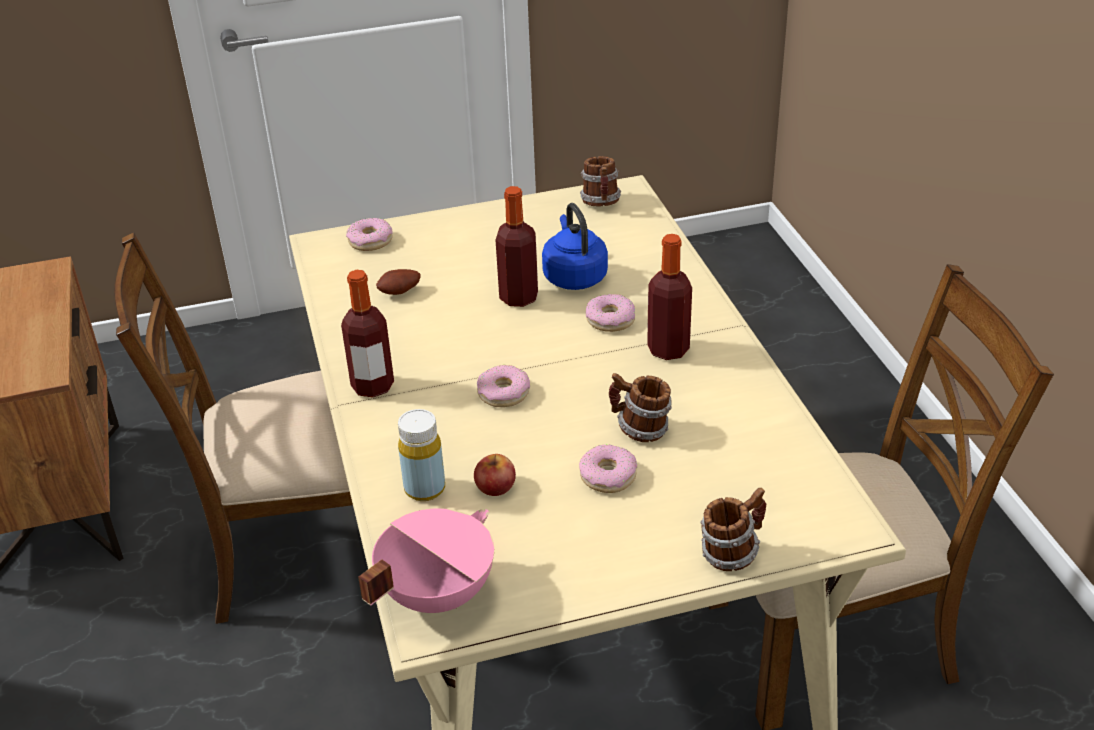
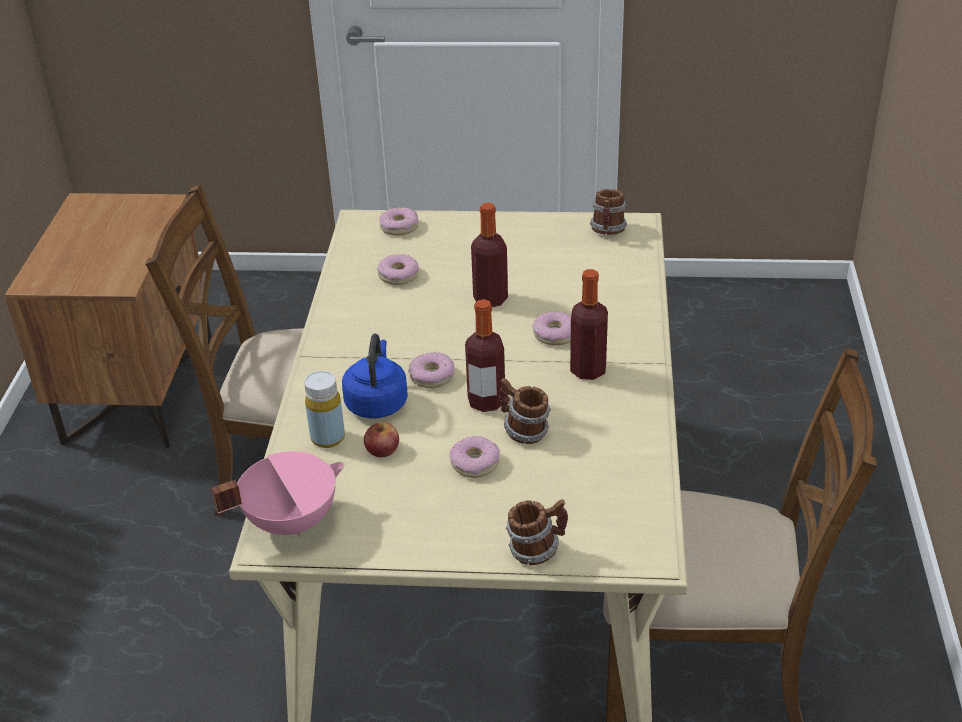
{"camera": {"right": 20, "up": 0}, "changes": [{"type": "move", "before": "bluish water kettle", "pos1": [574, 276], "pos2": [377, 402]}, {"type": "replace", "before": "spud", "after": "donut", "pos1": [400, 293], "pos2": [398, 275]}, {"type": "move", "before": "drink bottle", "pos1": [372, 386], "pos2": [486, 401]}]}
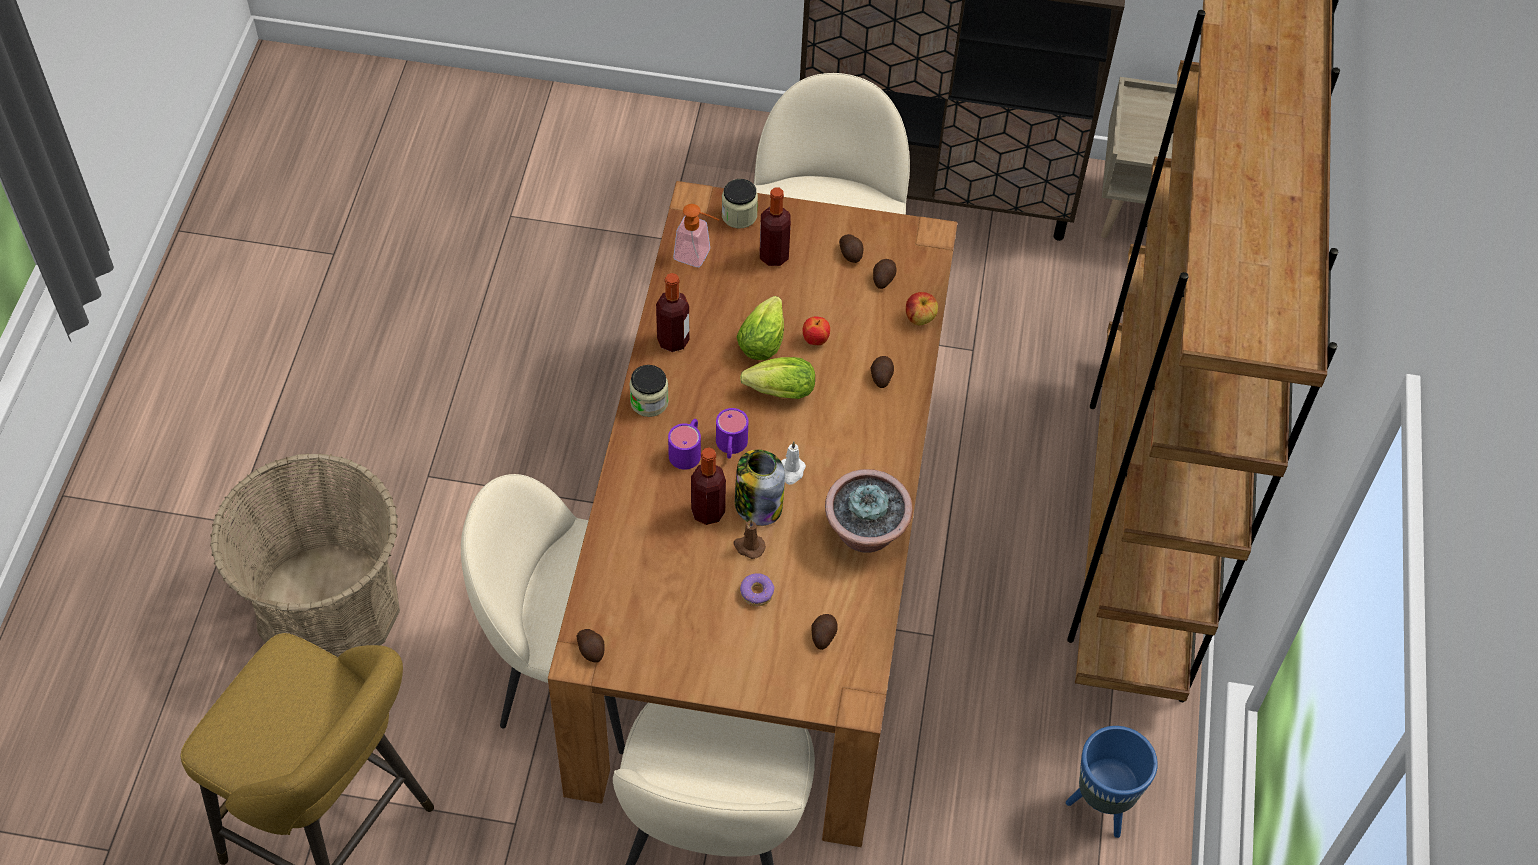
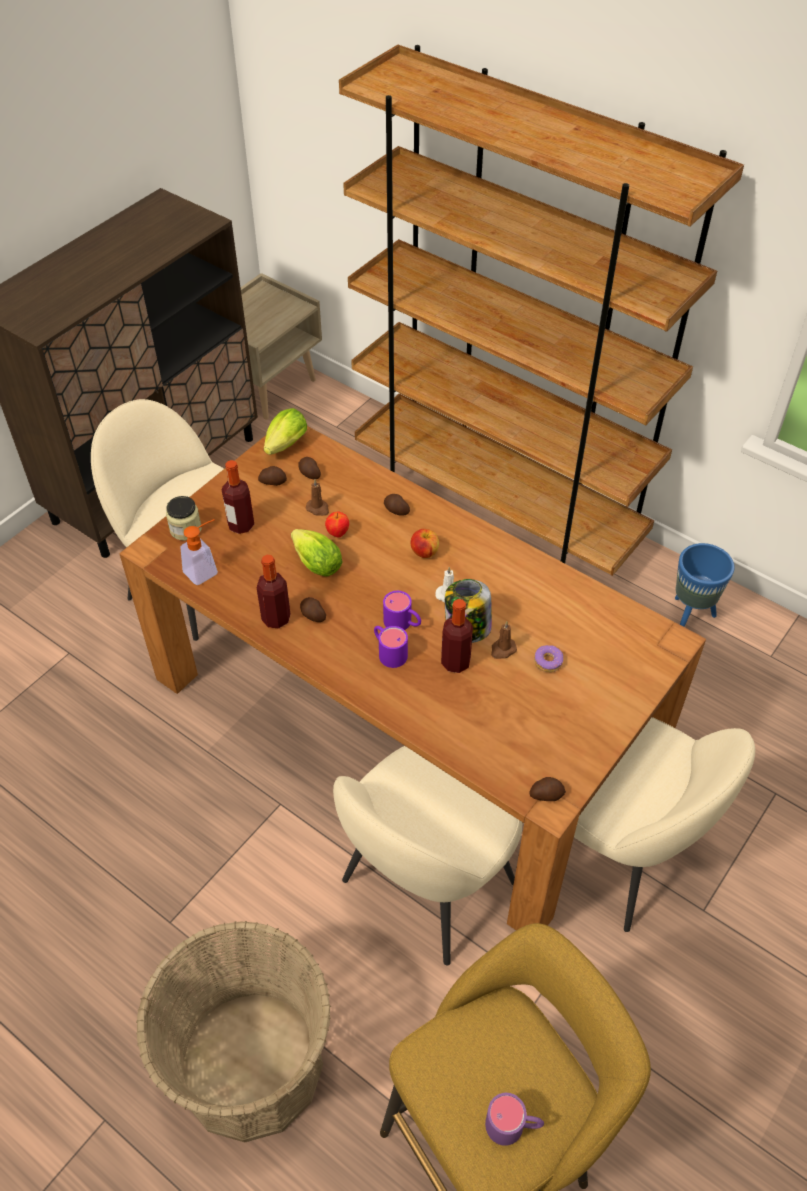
{"camera": {"right": -60, "up": -5}, "changes": [{"type": "move", "before": "whole apple", "pos1": [919, 318], "pos2": [424, 552]}, {"type": "move", "before": "lettuce head", "pos1": [776, 392], "pos2": [284, 447]}, {"type": "delete", "before": "jar", "pos1": [649, 402]}, {"type": "delete", "before": "potted plant", "pos1": [865, 534]}, {"type": "move", "before": "spud", "pos1": [823, 635], "pos2": [312, 615]}, {"type": "insert", "after": "brownish candle", "pos2": [318, 508]}, {"type": "insert", "after": "purple-coloured tea mug", "pos2": [513, 1126]}]}
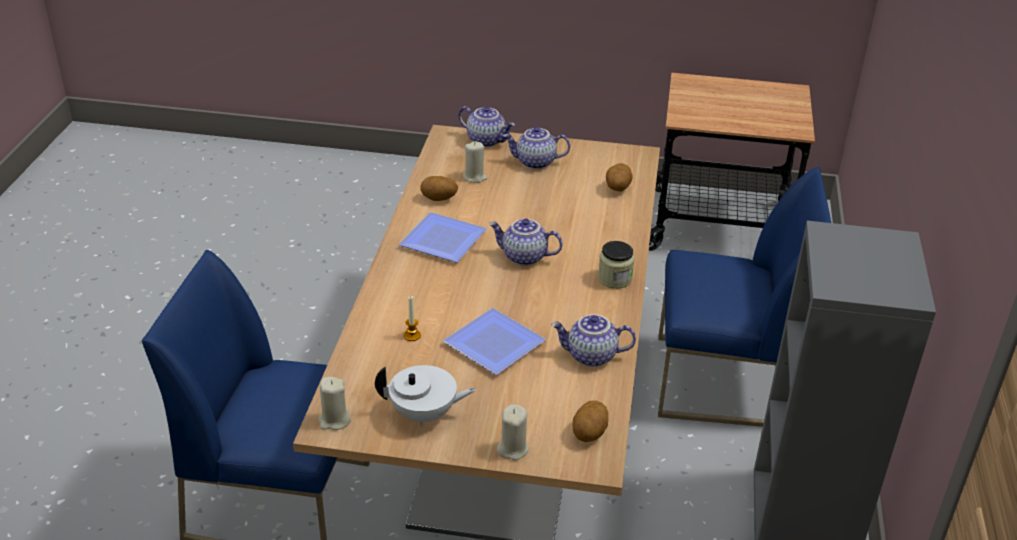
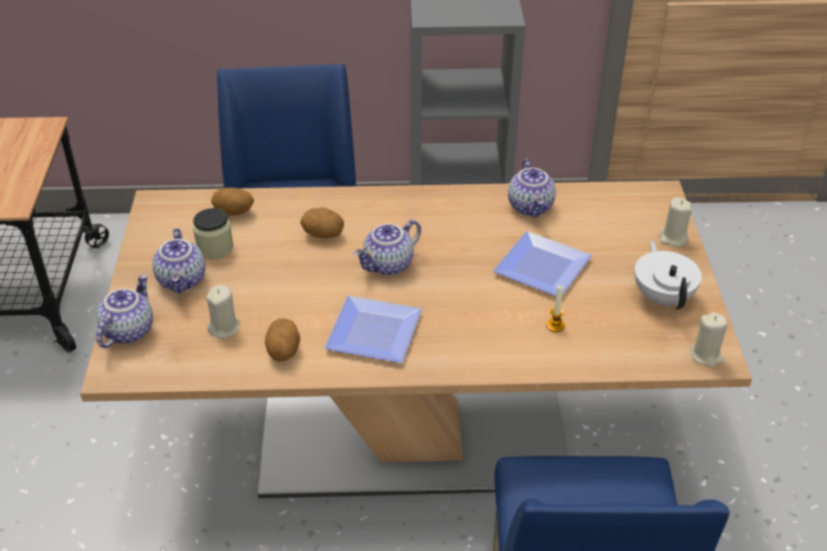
{"camera": {"right": -100, "up": 5}, "changes": [{"type": "rotate", "before": "pot for tea", "pos1": [523, 257], "pos2": [388, 266], "turn": 45}, {"type": "move", "before": "jar", "pos1": [614, 279], "pos2": [215, 248]}, {"type": "move", "before": "spud", "pos1": [590, 433], "pos2": [323, 234]}]}
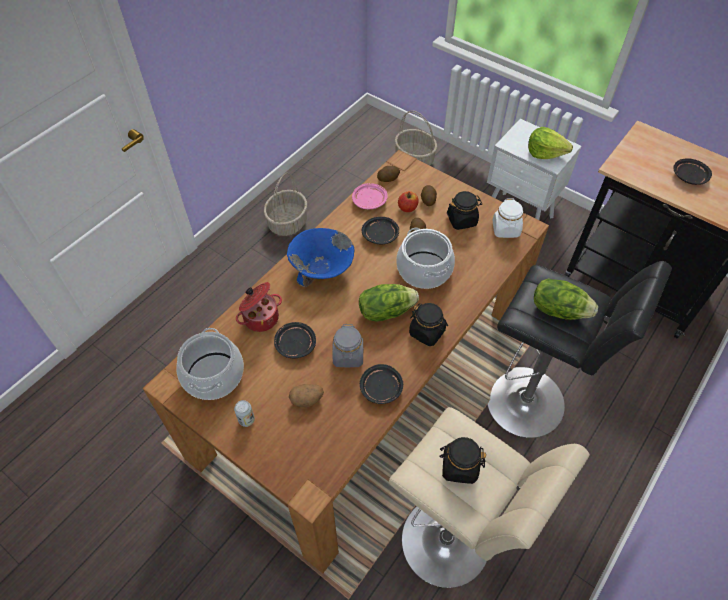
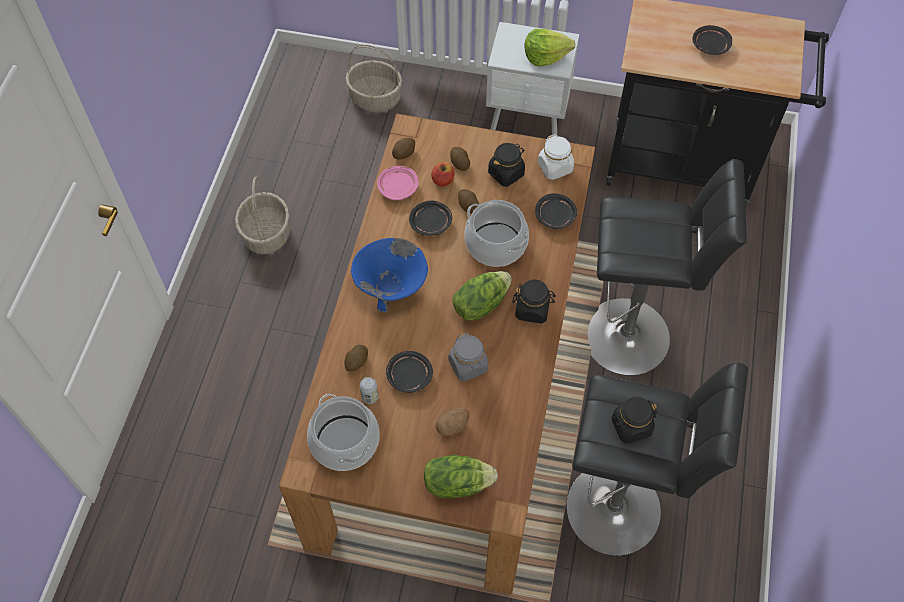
{"camera": {"right": -25, "up": 5}, "changes": [{"type": "move", "before": "lettuce head", "pos1": [558, 310], "pos2": [457, 483]}, {"type": "replace", "before": "stockpot", "after": "spud", "pos1": [260, 317], "pos2": [356, 362]}, {"type": "move", "before": "black flat dish", "pos1": [381, 388], "pos2": [555, 216]}, {"type": "move", "before": "can", "pos1": [246, 420], "pos2": [370, 397]}, {"type": "recolor", "before": "beige-coloured stool", "after": "black stool", "pos1": [451, 545], "pos2": [621, 510]}]}
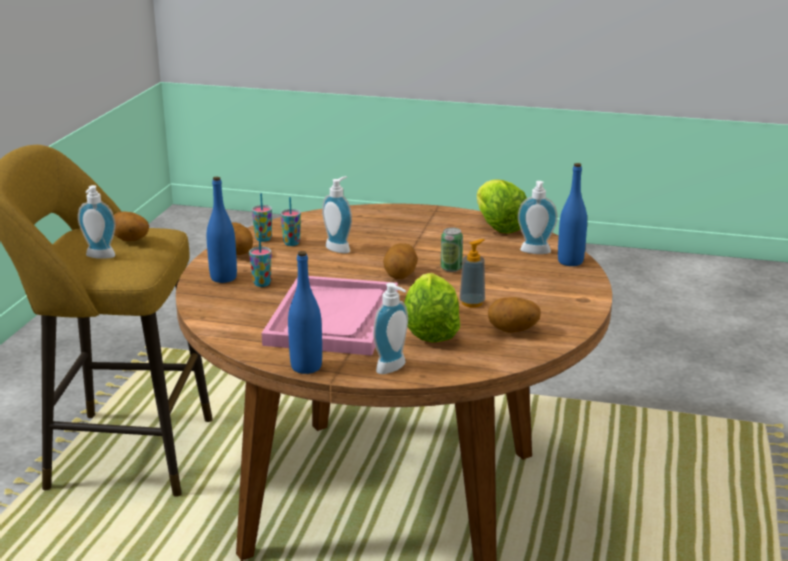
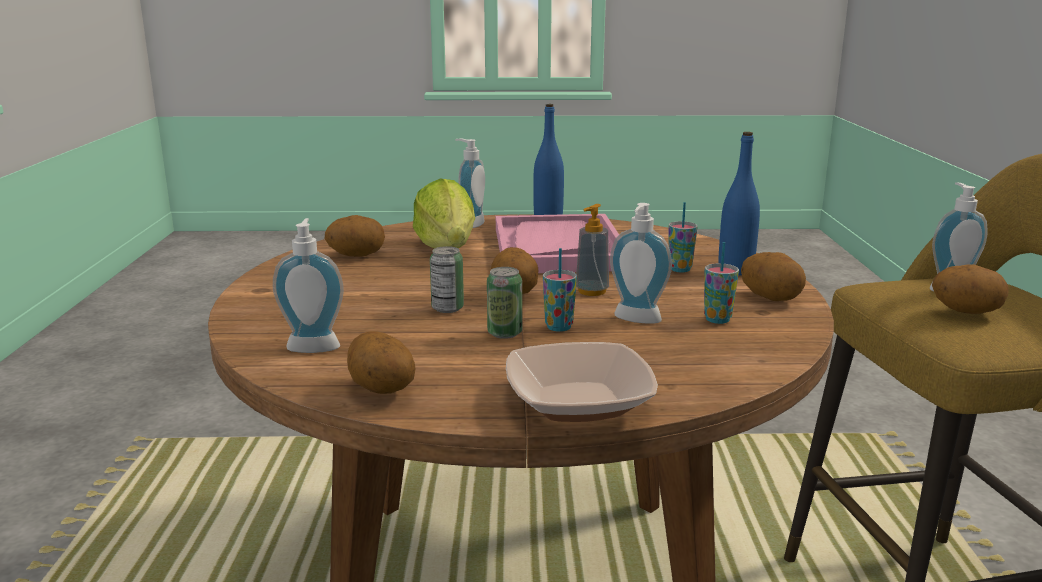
{"camera": {"right": 165, "up": -5}, "changes": [{"type": "delete", "before": "bluish drink bottle", "pos1": [570, 261]}, {"type": "replace", "before": "lettuce head", "after": "spud", "pos1": [498, 226], "pos2": [381, 391]}, {"type": "move", "before": "small cup", "pos1": [263, 239], "pos2": [559, 327]}, {"type": "move", "before": "soap dispenser", "pos1": [472, 303], "pos2": [591, 291]}, {"type": "insert", "after": "can", "pos2": [504, 333]}, {"type": "insert", "after": "deep dish", "pos2": [578, 402]}]}
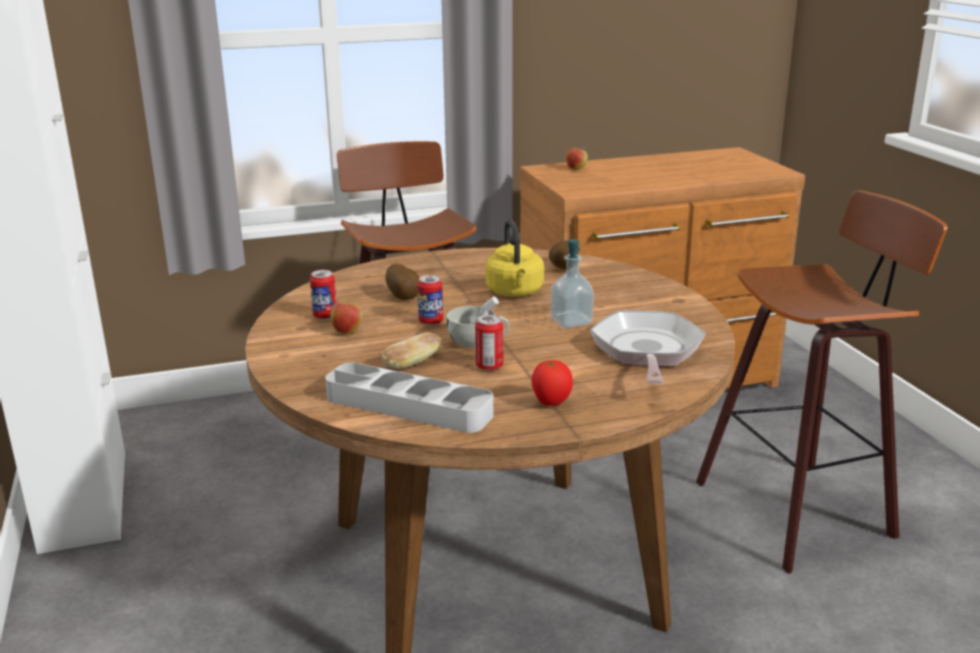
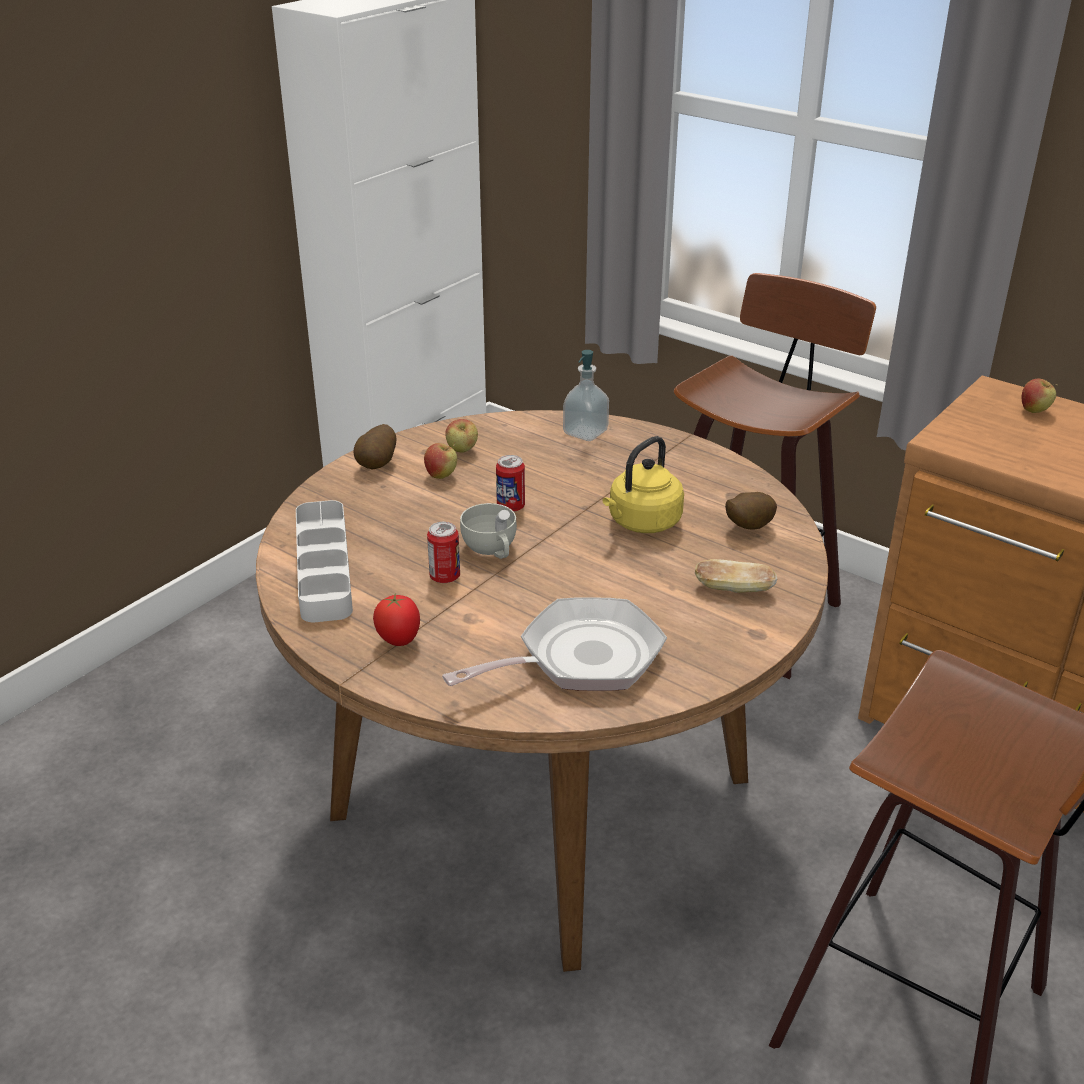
{"camera": {"right": 55, "up": 10}, "changes": [{"type": "move", "before": "soap dispenser", "pos1": [571, 322], "pos2": [585, 432]}, {"type": "move", "before": "spud", "pos1": [405, 297], "pos2": [378, 465]}, {"type": "replace", "before": "can", "after": "whole apple", "pos1": [325, 316], "pos2": [462, 451]}, {"type": "move", "before": "baked bread", "pos1": [413, 363], "pos2": [734, 589]}]}
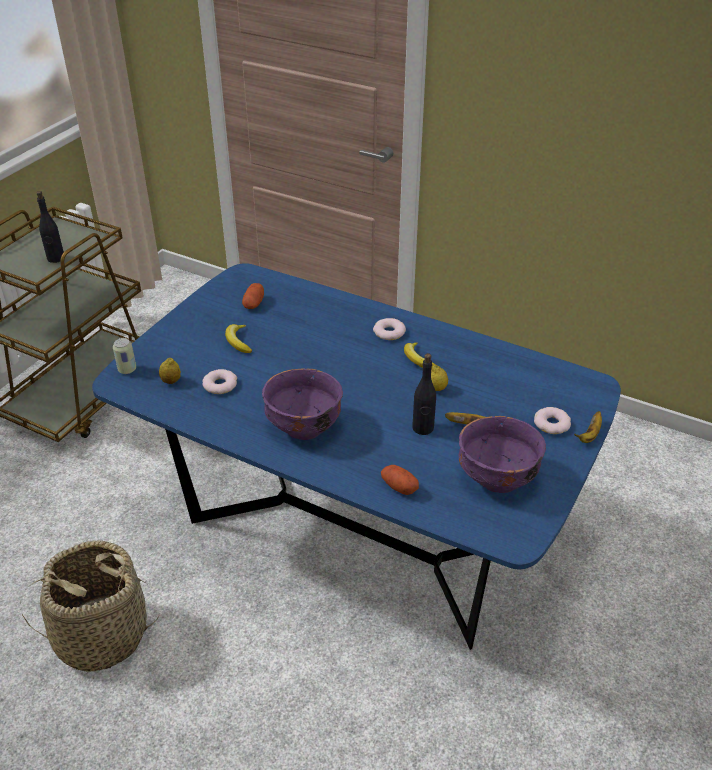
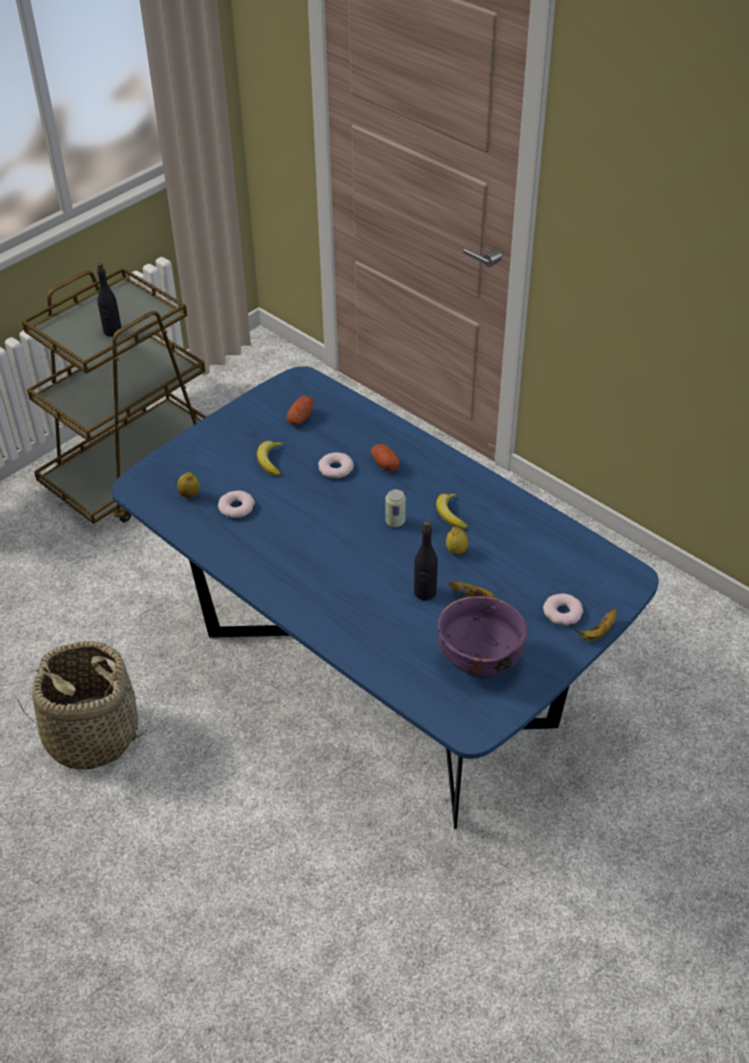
{"camera": {"right": 15, "up": 5}, "changes": [{"type": "move", "before": "donut", "pos1": [389, 332], "pos2": [336, 469]}, {"type": "move", "before": "can", "pos1": [127, 369], "pos2": [395, 521]}, {"type": "delete", "before": "purple-coloured deep dish", "pos1": [303, 427]}, {"type": "move", "before": "spud", "pos1": [399, 486], "pos2": [385, 464]}]}
